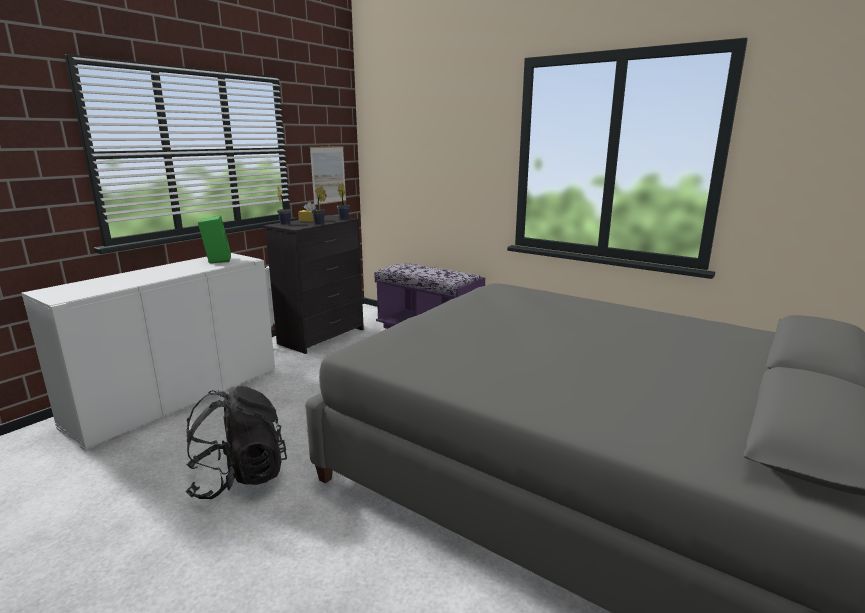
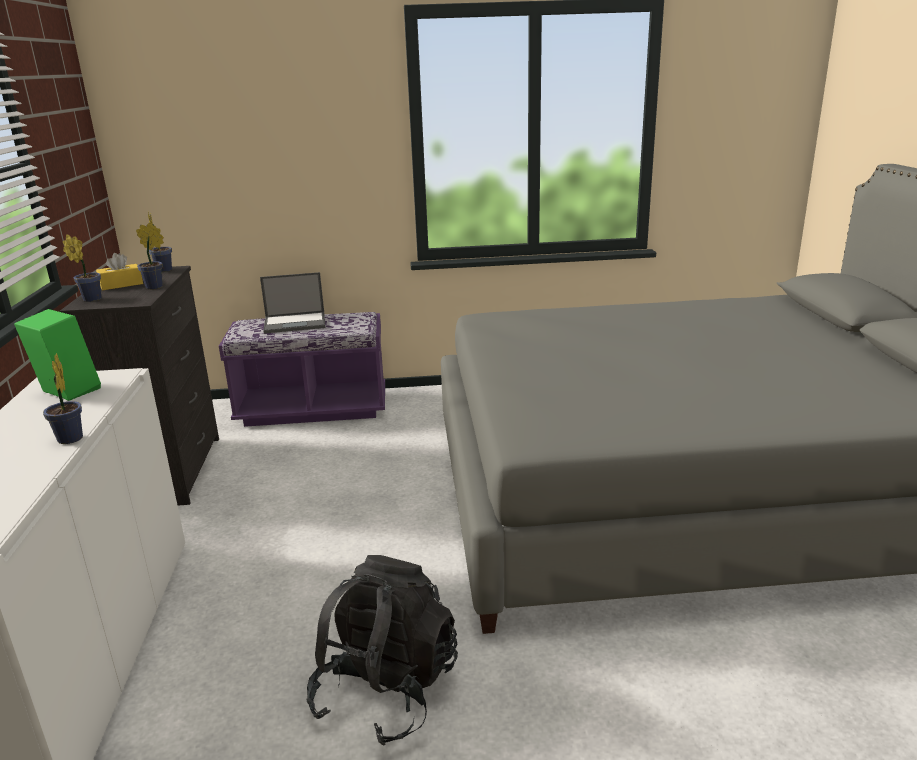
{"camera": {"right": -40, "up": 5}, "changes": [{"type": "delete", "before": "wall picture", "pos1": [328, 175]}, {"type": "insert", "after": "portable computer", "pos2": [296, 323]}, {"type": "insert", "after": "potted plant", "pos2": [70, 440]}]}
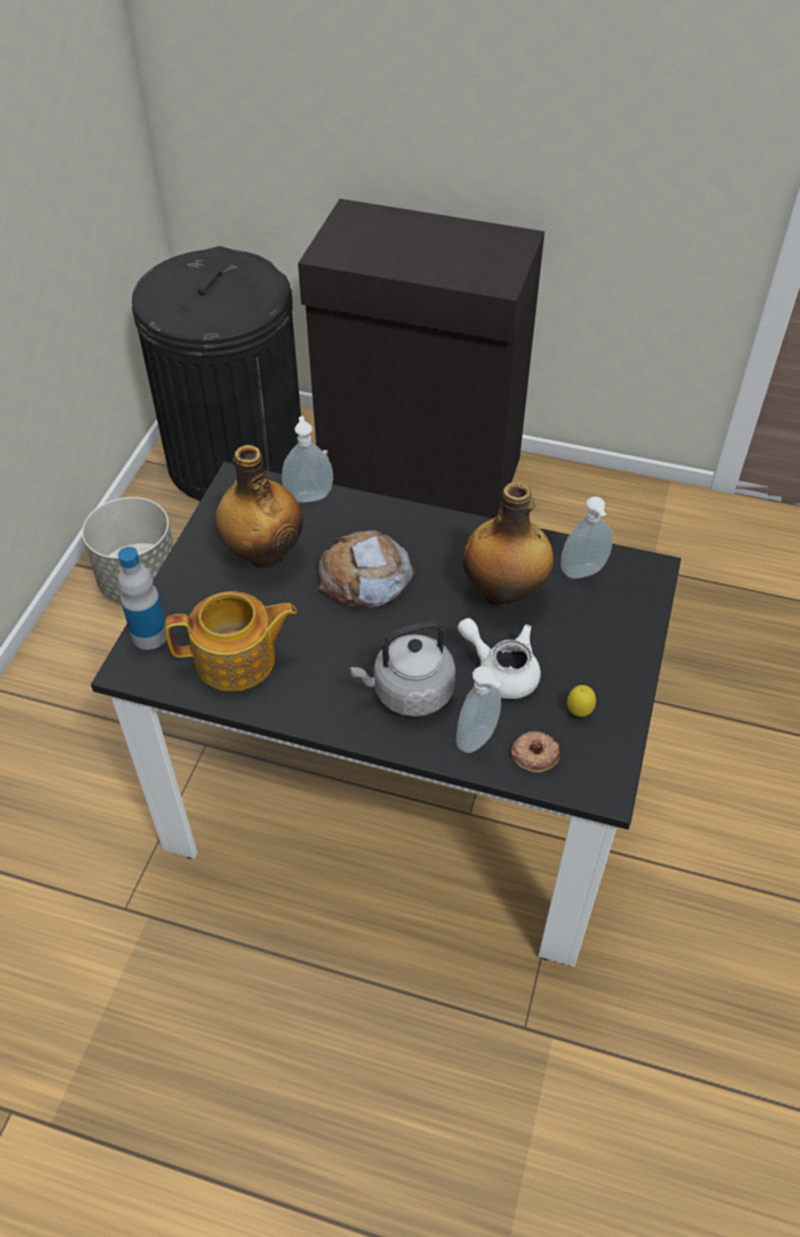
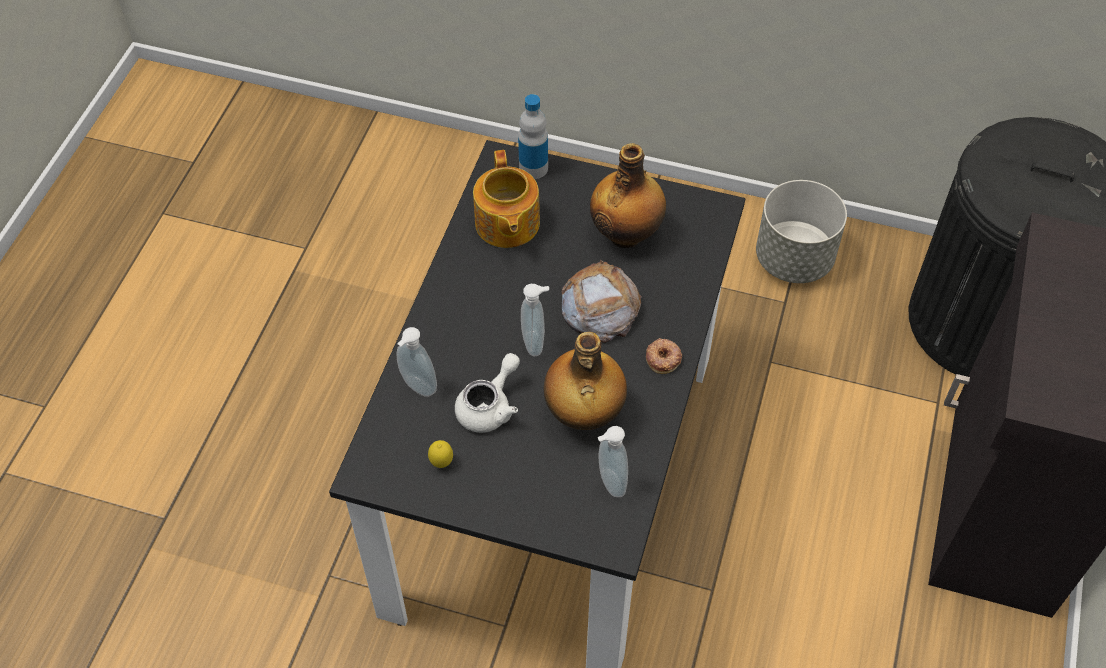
{"camera": {"right": 90, "up": 5}, "changes": [{"type": "move", "before": "soap dispenser", "pos1": [309, 495], "pos2": [535, 342]}, {"type": "delete", "before": "grey water kettle", "pos1": [409, 693]}, {"type": "move", "before": "donut", "pos1": [534, 754], "pos2": [663, 358]}]}
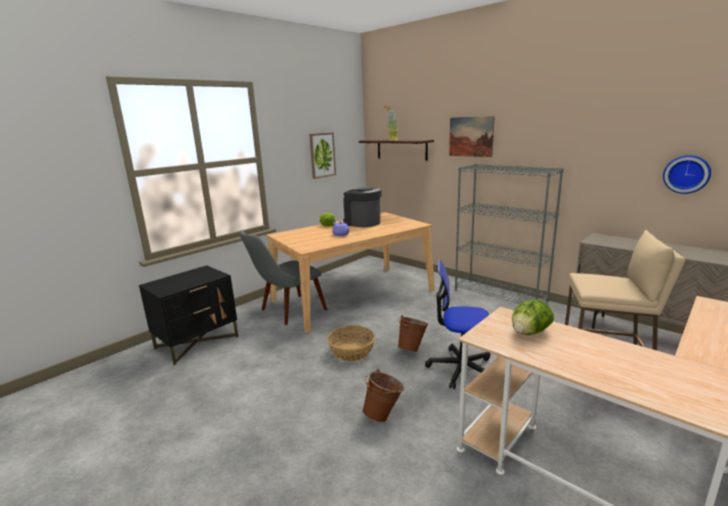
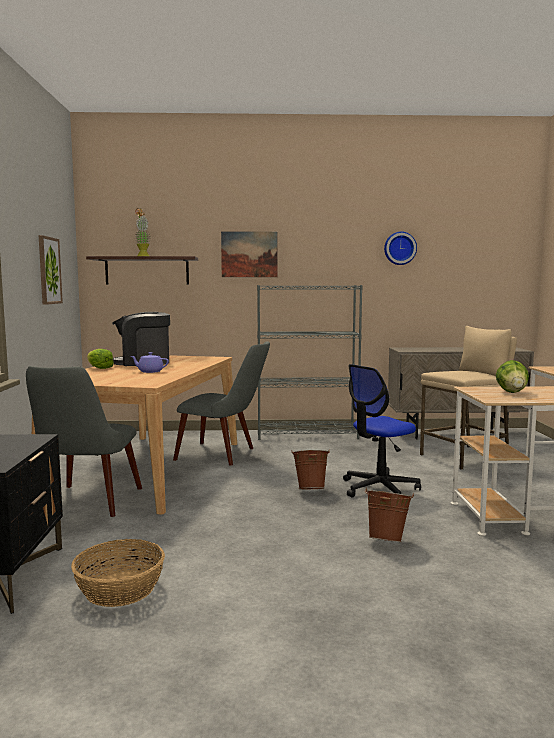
{"camera": {"right": -45, "up": -10}, "changes": [{"type": "move", "before": "hanging clock", "pos1": [686, 174], "pos2": [399, 248]}, {"type": "move", "before": "storage basket", "pos1": [352, 351], "pos2": [120, 588]}, {"type": "insert", "after": "grey upright chair", "pos2": [225, 454]}]}
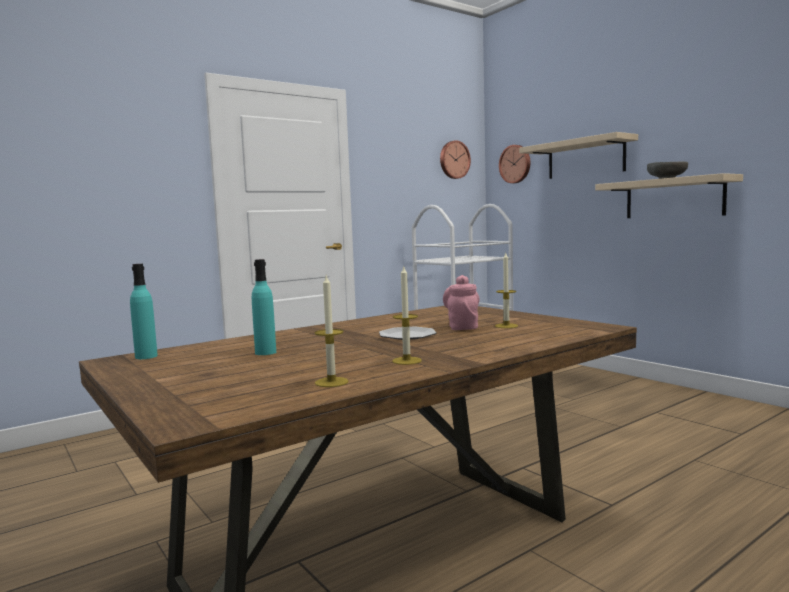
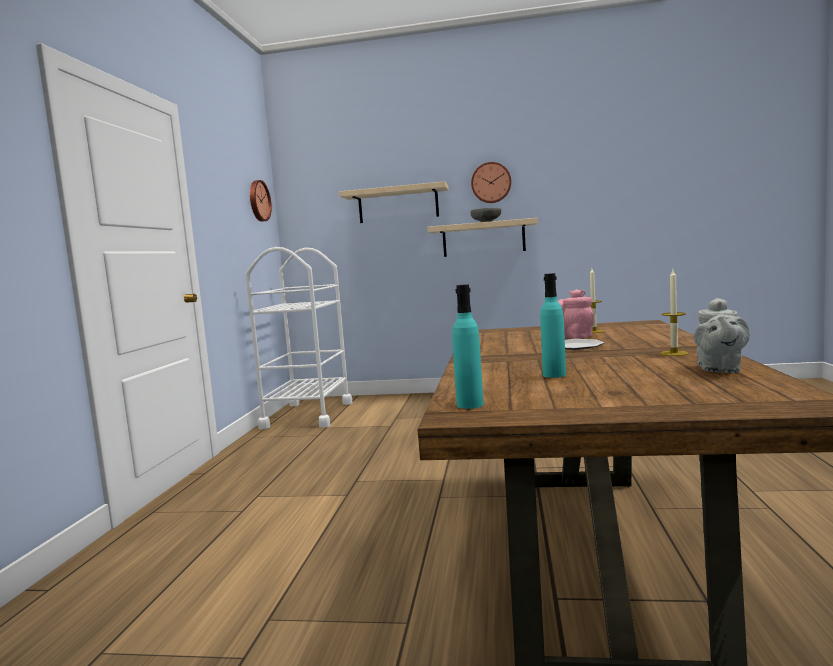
{"camera": {"right": -45, "up": 0}, "changes": [{"type": "move", "before": "hanging clock", "pos1": [515, 164], "pos2": [491, 183]}, {"type": "replace", "before": "candle", "after": "grey pot for tea", "pos1": [331, 382], "pos2": [719, 369]}]}
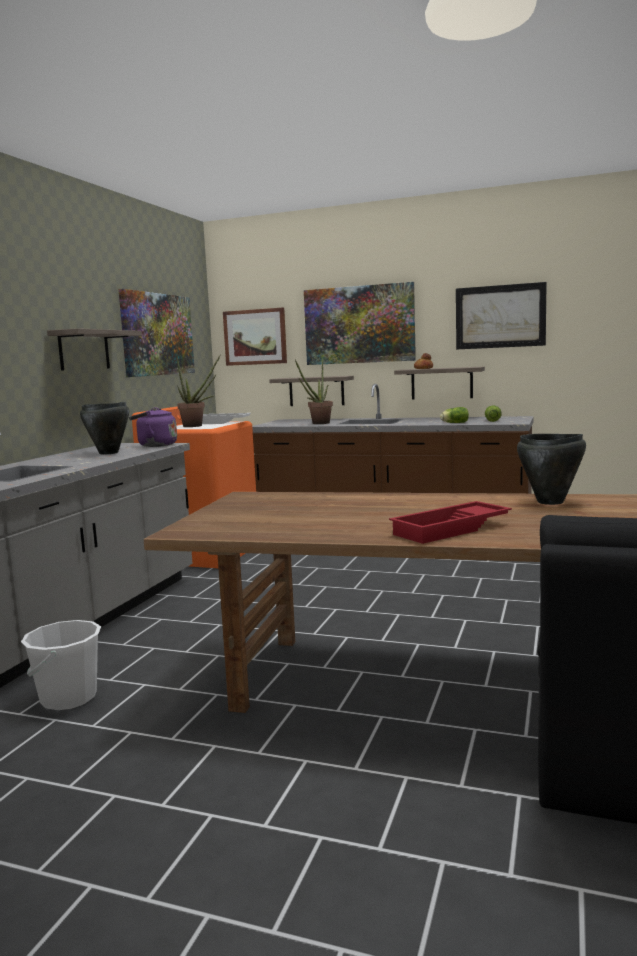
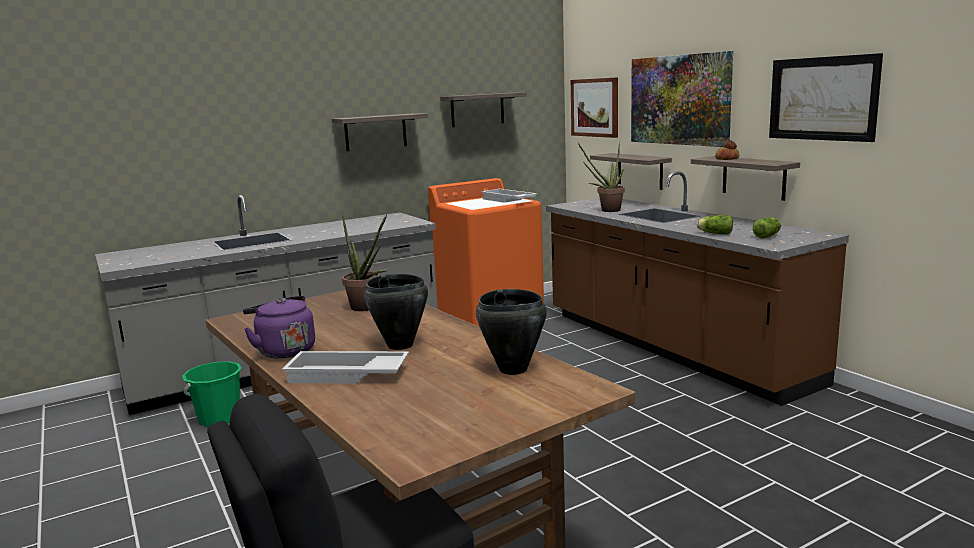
{"camera": {"right": 40, "up": 5}, "changes": [{"type": "replace", "before": "wall picture", "after": "wall shelf", "pos1": [157, 334], "pos2": [477, 110]}, {"type": "move", "before": "potted plant", "pos1": [197, 426], "pos2": [368, 308]}, {"type": "move", "before": "black stockpot", "pos1": [108, 453], "pos2": [400, 345]}, {"type": "move", "before": "purple-coloured water kettle", "pos1": [154, 445], "pos2": [284, 351]}, {"type": "recolor", "before": "reddish serving tray", "after": "whitish serving tray", "pos1": [451, 529], "pos2": [346, 375]}, {"type": "recolor", "before": "whitish water bucket", "after": "green water bucket", "pos1": [68, 698], "pos2": [219, 418]}]}
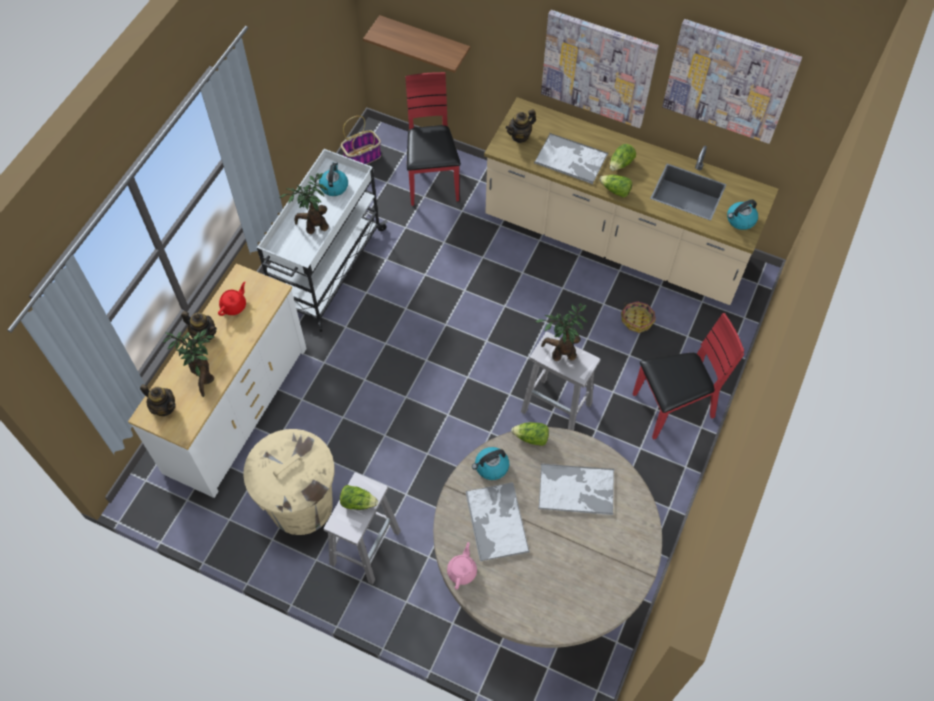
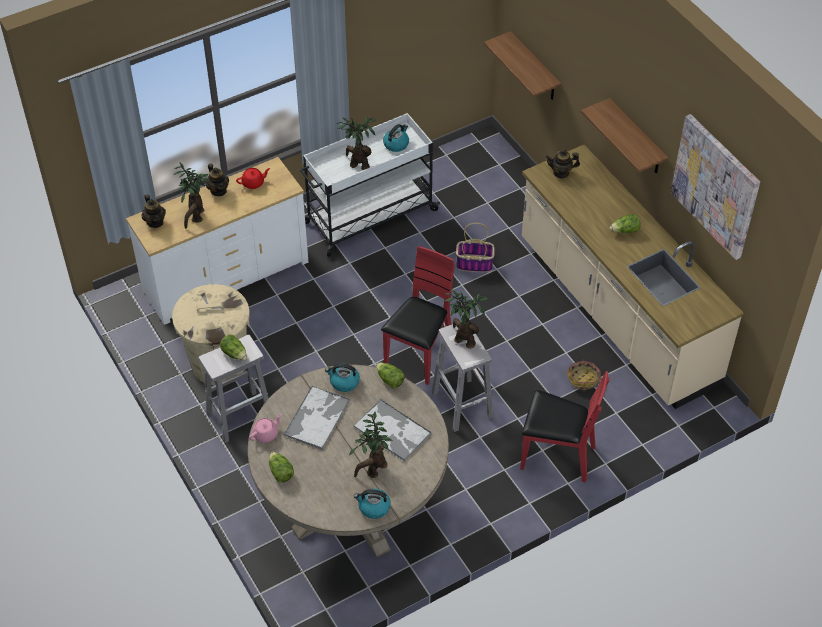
{"camera": {"right": 35, "up": -10}, "changes": [{"type": "replace", "before": "wall picture", "after": "wall shelf", "pos1": [598, 68], "pos2": [636, 138]}, {"type": "move", "before": "reddish upright chair", "pos1": [432, 180], "pos2": [419, 354]}, {"type": "move", "before": "storage basket", "pos1": [362, 157], "pos2": [475, 264]}, {"type": "delete", "before": "serving tray", "pos1": [571, 159]}, {"type": "move", "before": "lettuce head", "pos1": [615, 190], "pos2": [280, 472]}, {"type": "move", "before": "water kettle", "pos1": [740, 220], "pos2": [373, 507]}, {"type": "insert", "after": "potted plant", "pos2": [373, 470]}]}
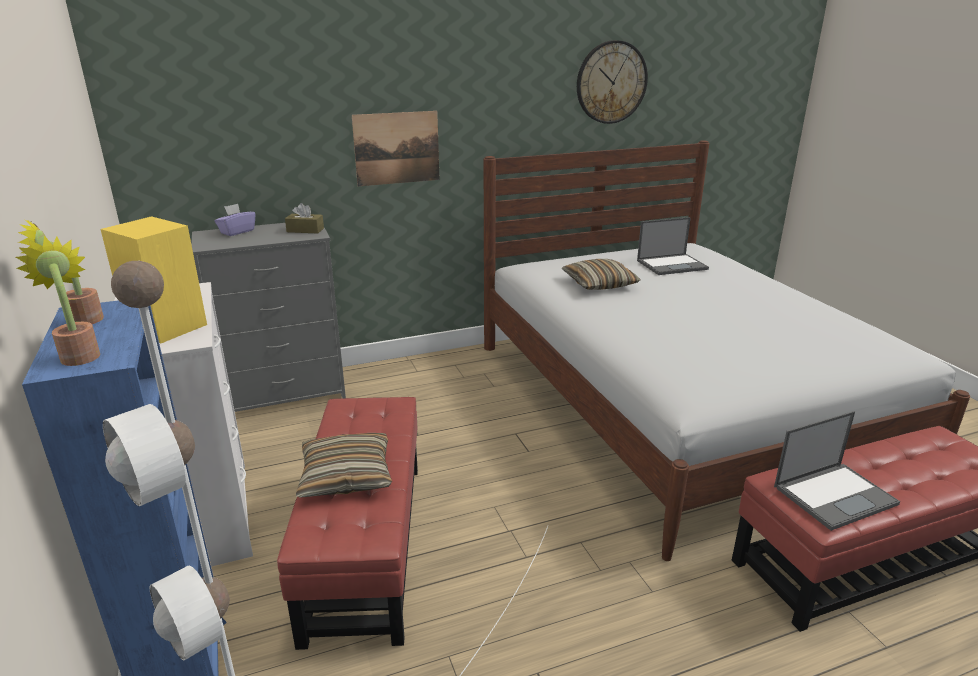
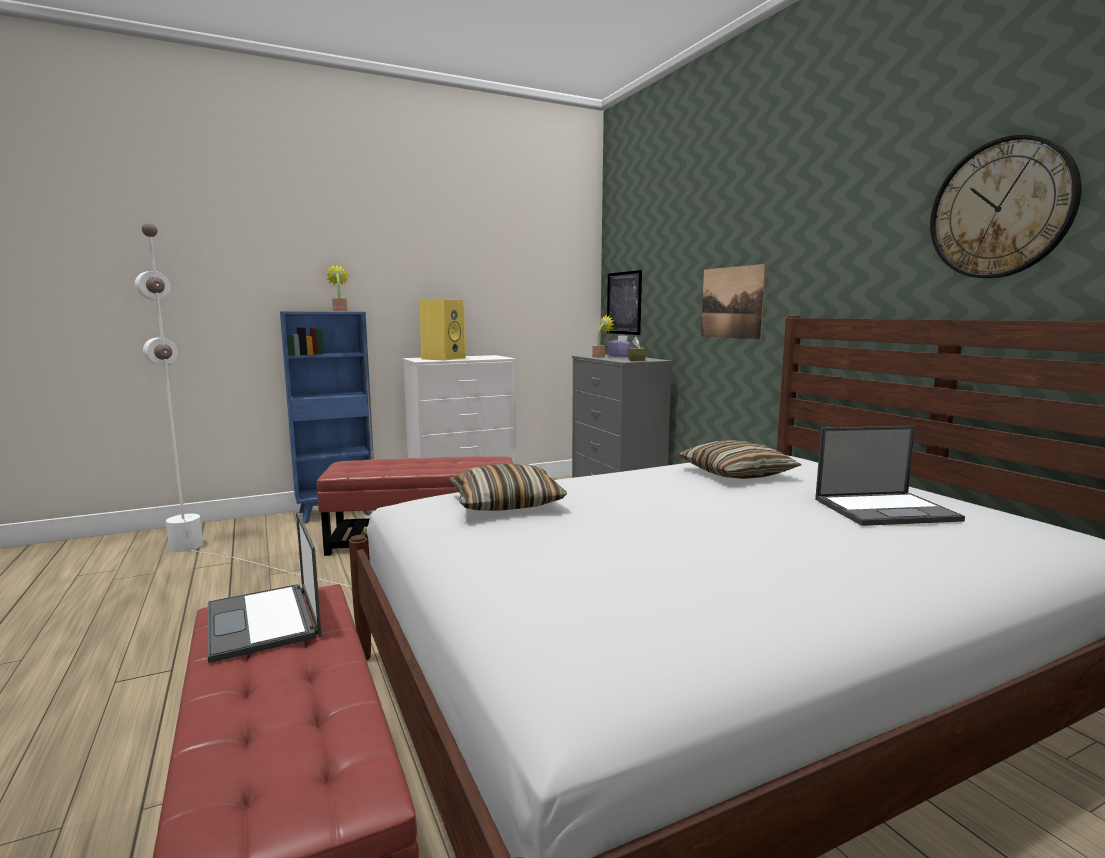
{"camera": {"right": 85, "up": -15}, "changes": [{"type": "rotate", "before": "portable computer", "pos1": [672, 265], "pos2": [886, 509], "turn": -75}, {"type": "move", "before": "potted plant", "pos1": [79, 354], "pos2": [600, 357]}, {"type": "move", "before": "pillow", "pos1": [346, 476], "pos2": [505, 503]}, {"type": "insert", "after": "wall picture", "pos2": [624, 303]}]}
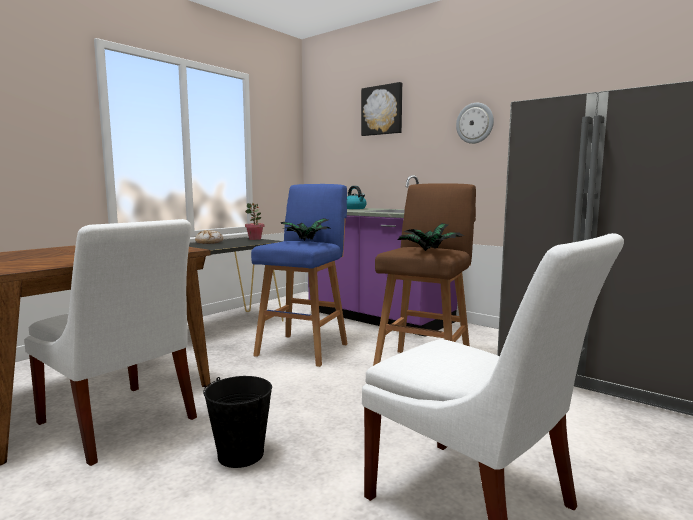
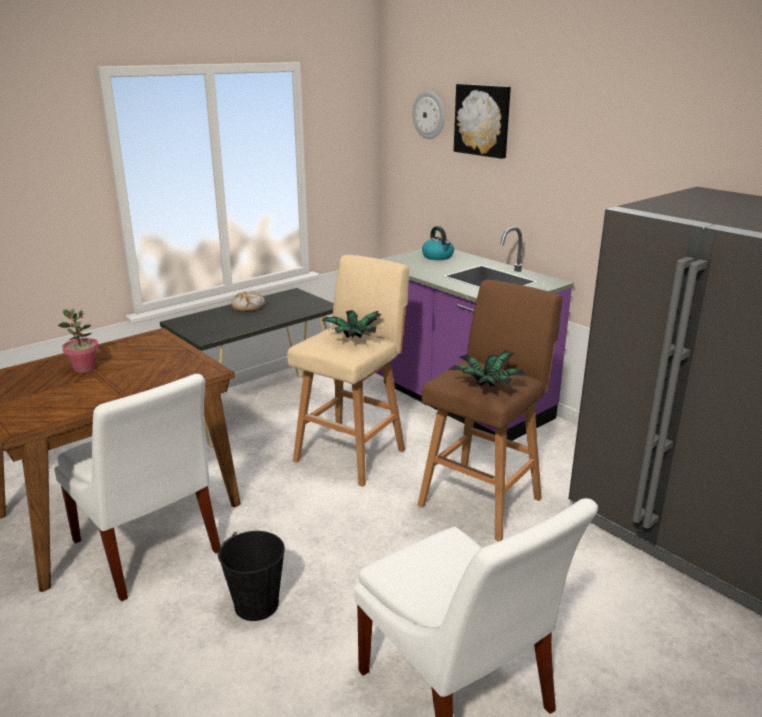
{"camera": {"right": 10, "up": 15}, "changes": [{"type": "move", "before": "hanging clock", "pos1": [475, 123], "pos2": [429, 115]}, {"type": "recolor", "before": "bluish stool", "after": "beige-coloured stool", "pos1": [304, 348], "pos2": [352, 454]}, {"type": "move", "before": "potted plant", "pos1": [255, 239], "pos2": [84, 368]}]}
